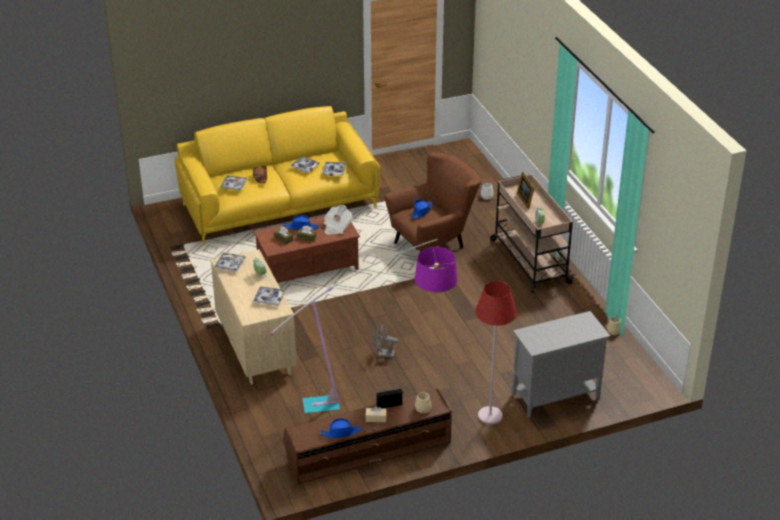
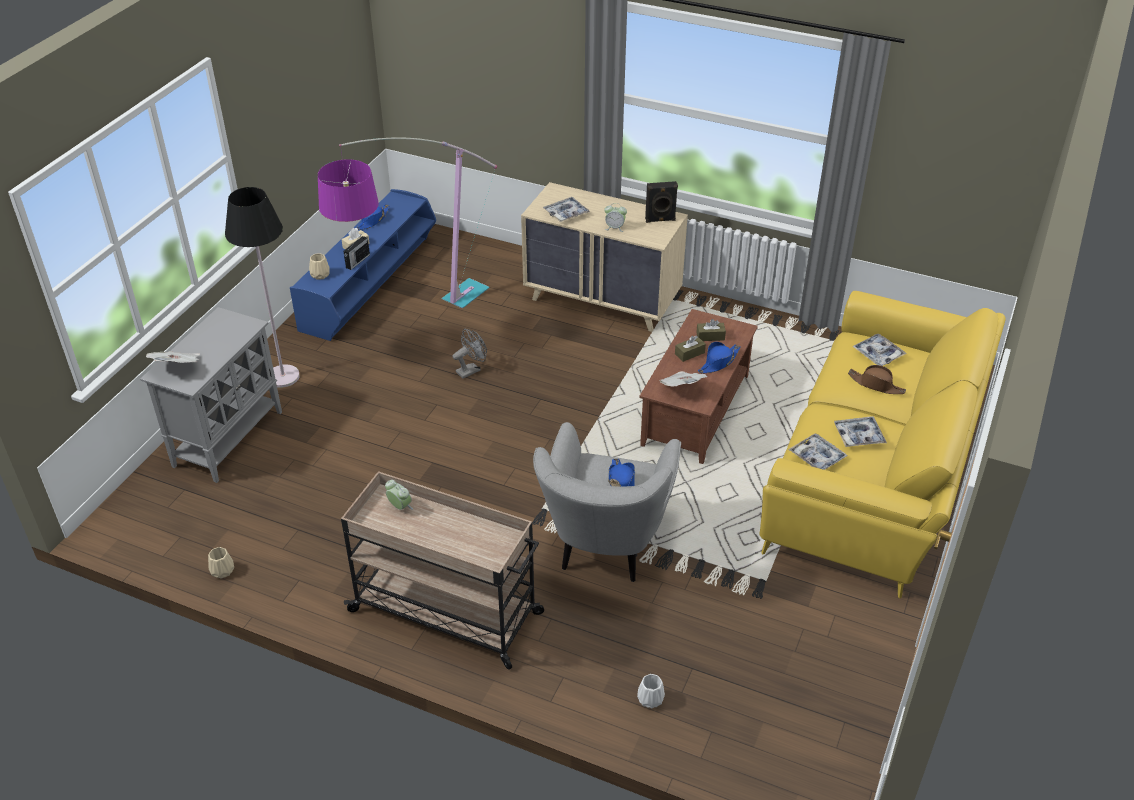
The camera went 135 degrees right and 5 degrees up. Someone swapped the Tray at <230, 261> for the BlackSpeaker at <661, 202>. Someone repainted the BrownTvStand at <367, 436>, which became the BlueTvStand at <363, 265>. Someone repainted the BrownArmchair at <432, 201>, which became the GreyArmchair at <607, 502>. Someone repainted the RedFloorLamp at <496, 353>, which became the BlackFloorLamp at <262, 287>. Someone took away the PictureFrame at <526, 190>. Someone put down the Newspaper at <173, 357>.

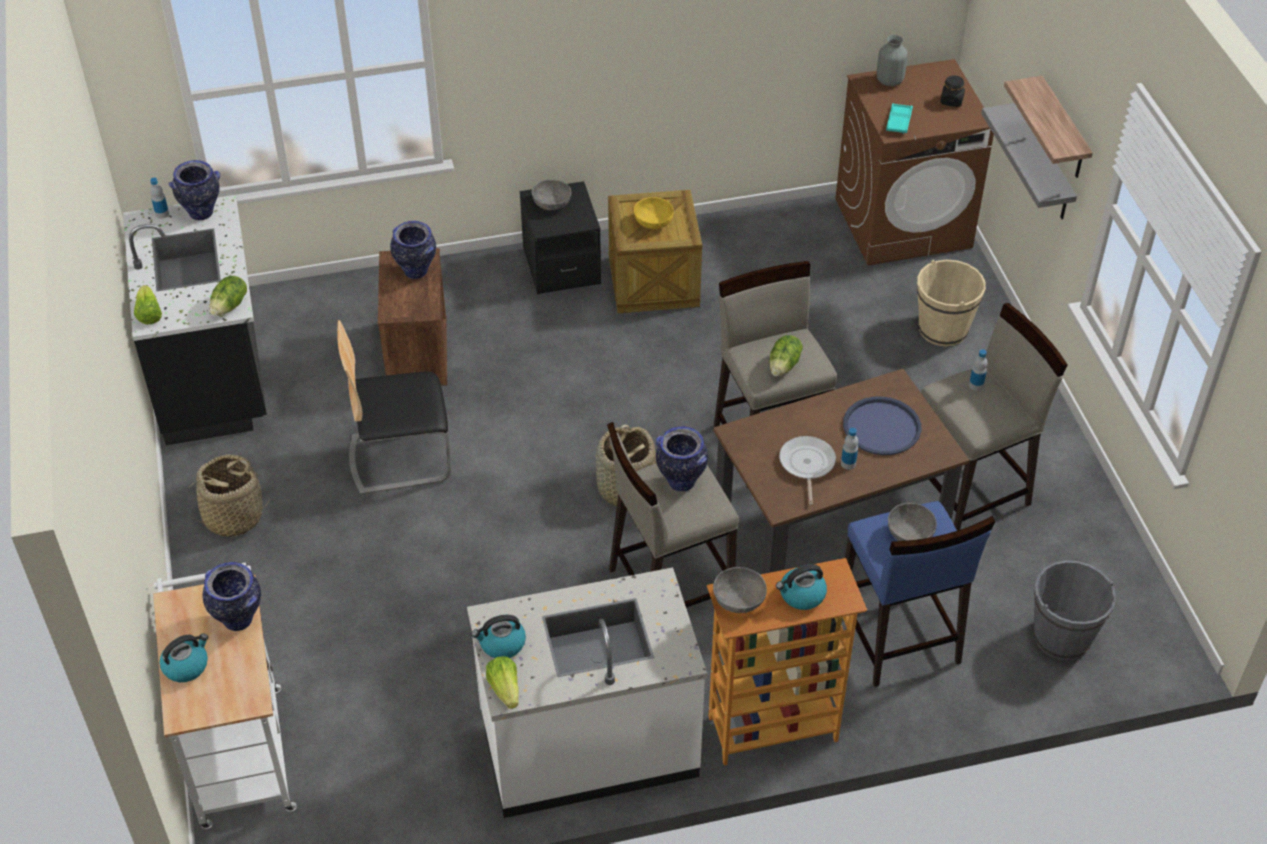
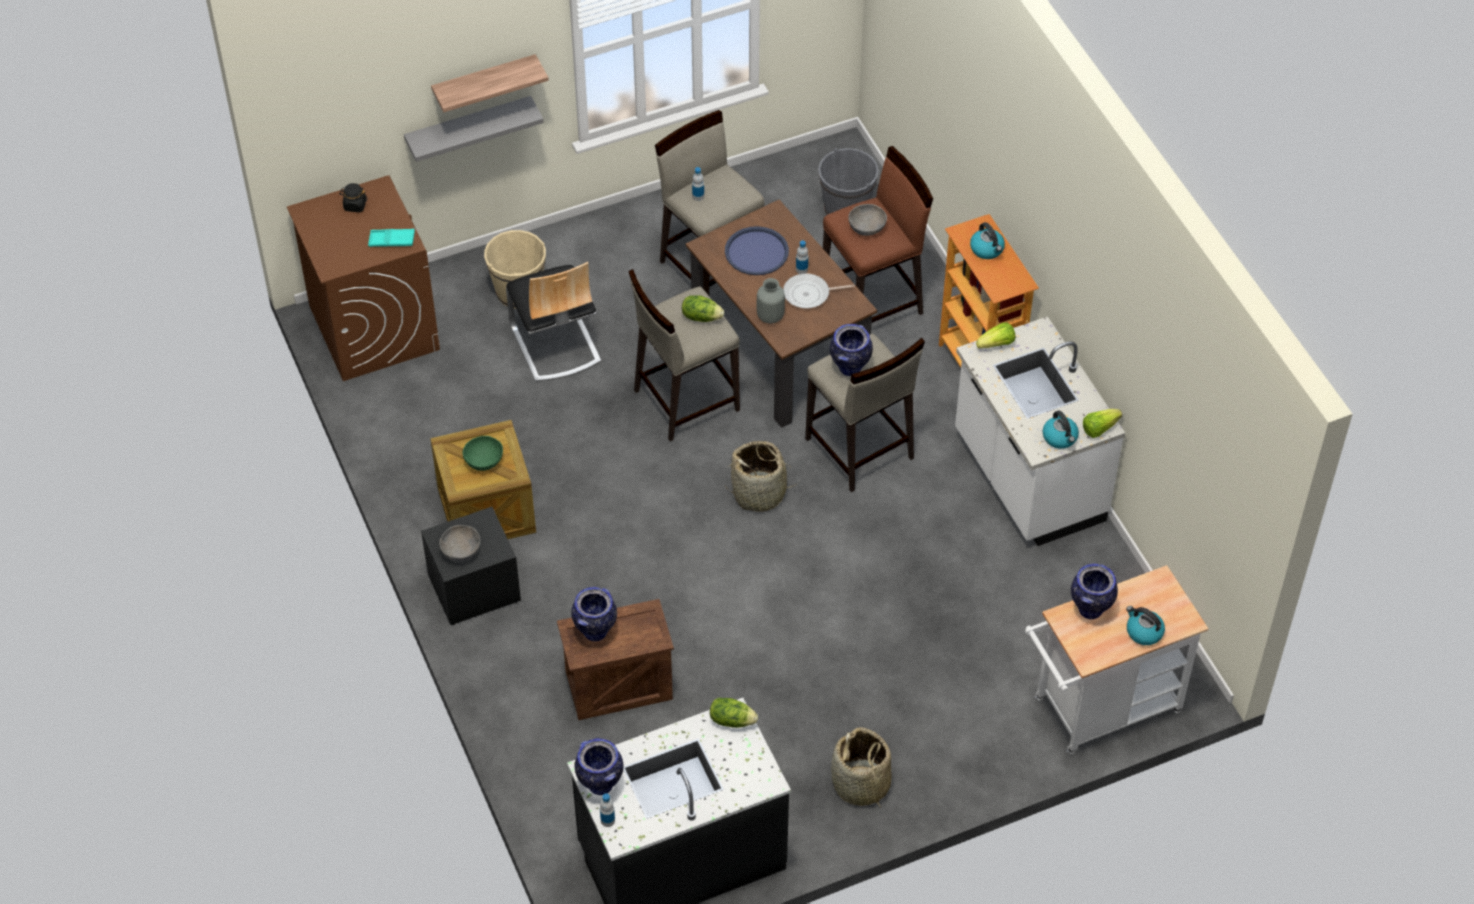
The camera went 100 degrees left and 5 degrees up. Someone carried the Lettuce from <148, 305> to <995, 335>. Someone carried the Chair from <394, 407> to <553, 322>. Someone repainted the YellowBowl at <654, 213>, which became the GreenBowl at <483, 453>. Someone took away the GreyBowl at <740, 590>. Someone repainted the BlueStool at <920, 594>, which became the BrownStool at <878, 235>. Someone carried the GreyVase from <892, 60> to <771, 301>.

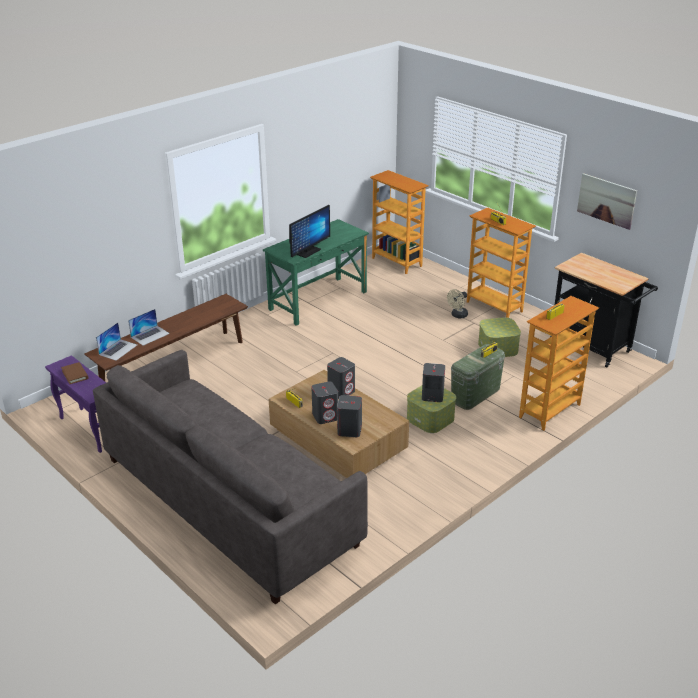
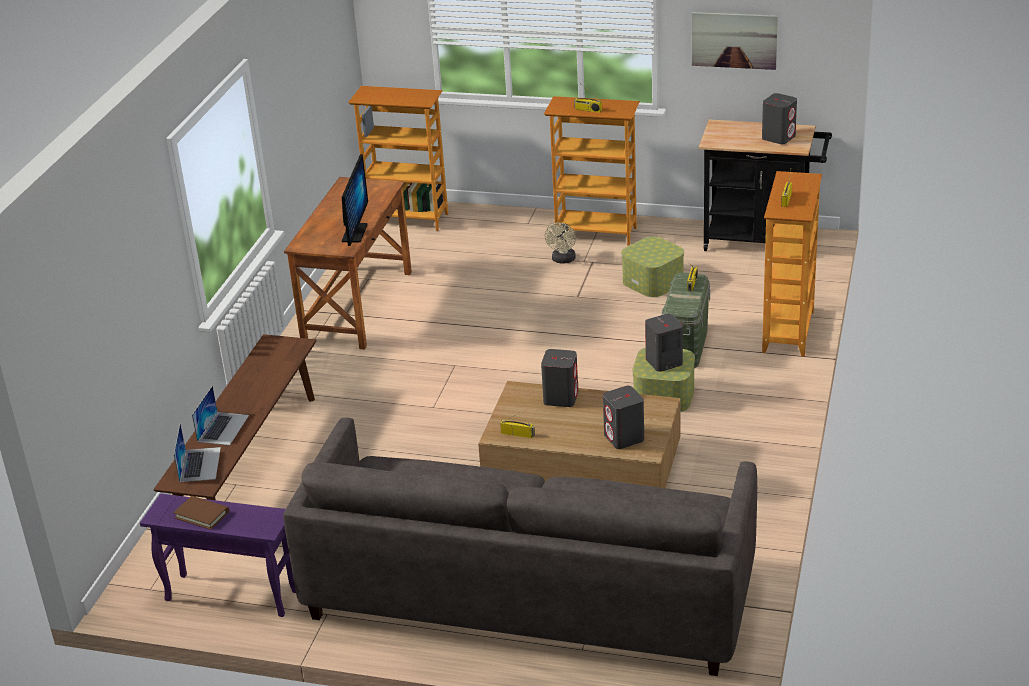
The camera went 30 degrees left and 0 degrees up. Someone repainted the GreenDesk at <316, 272>, which became the BrownDesk at <348, 263>. Someone carried the GreySpeaker from <324, 402> to <779, 118>.

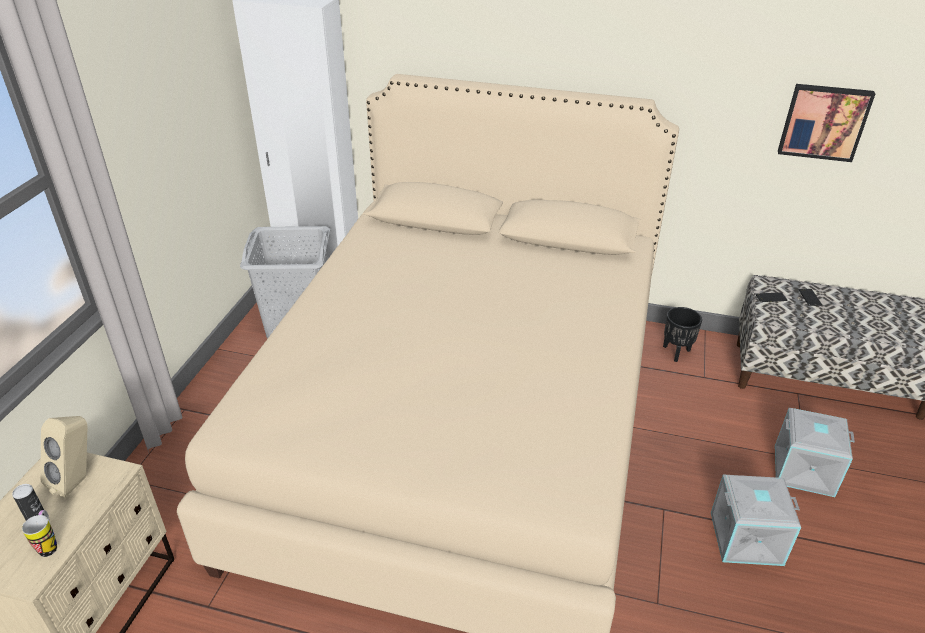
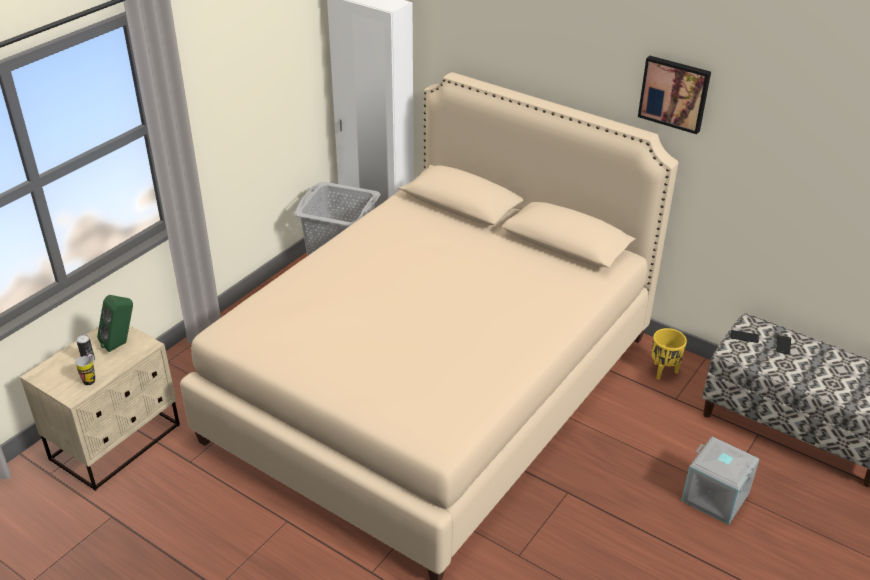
The camera went 20 degrees right and 0 degrees up. Someone repainted the BeigeSpeaker at <64, 457>, which became the GreenSpeaker at <115, 323>. Someone repainted the BlackPlanter at <682, 334>, which became the YellowPlanter at <669, 354>. Someone took away the GreyStorageBox at <756, 520>. Someone carried the Picture from <826, 123> to <674, 95>.

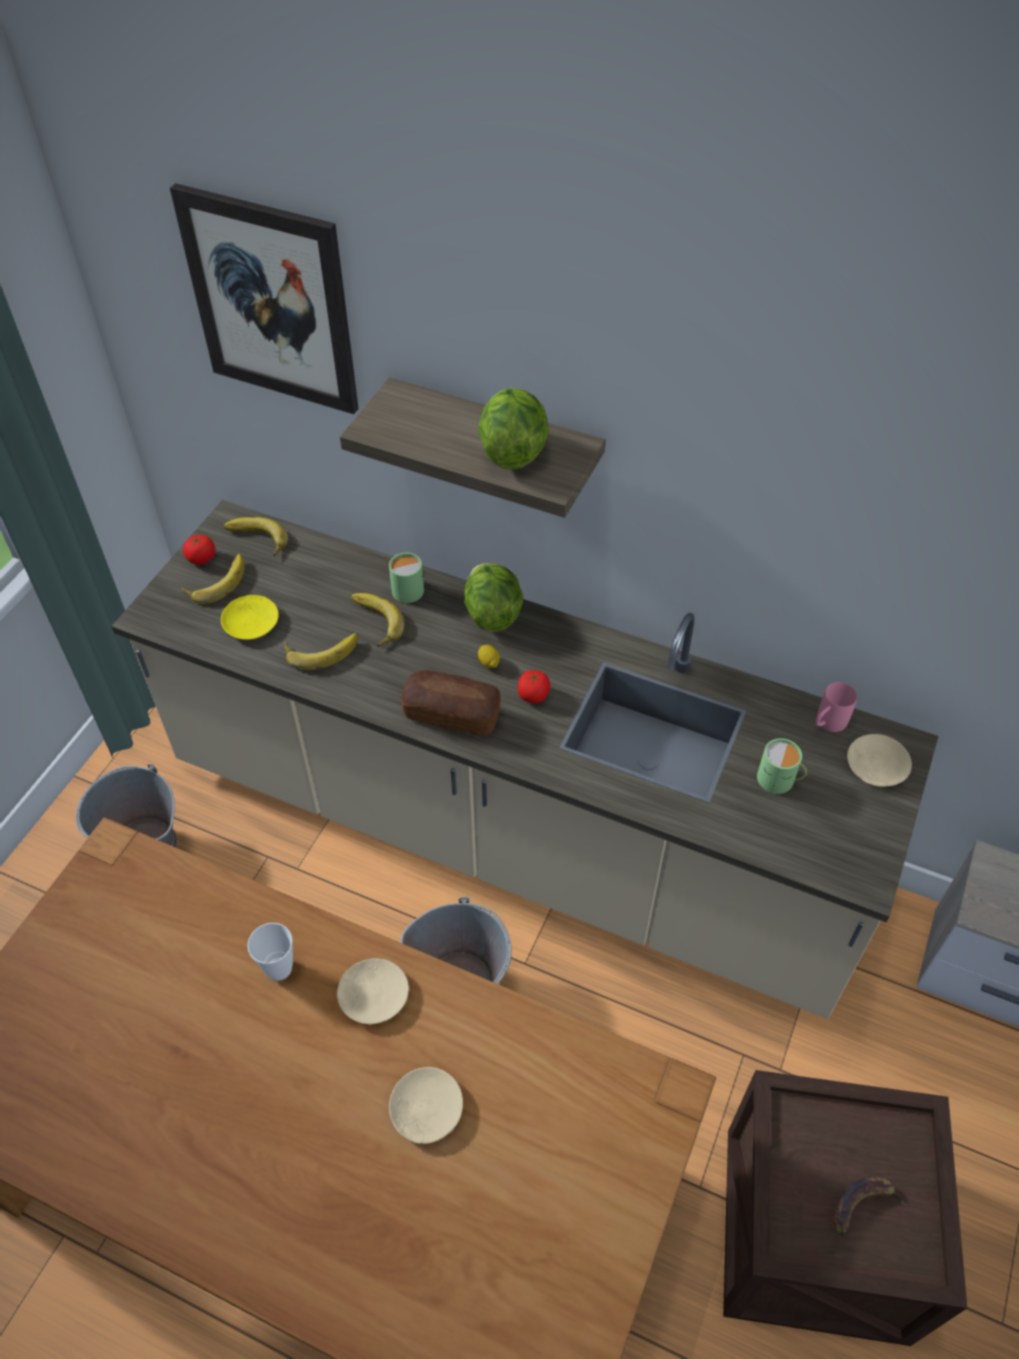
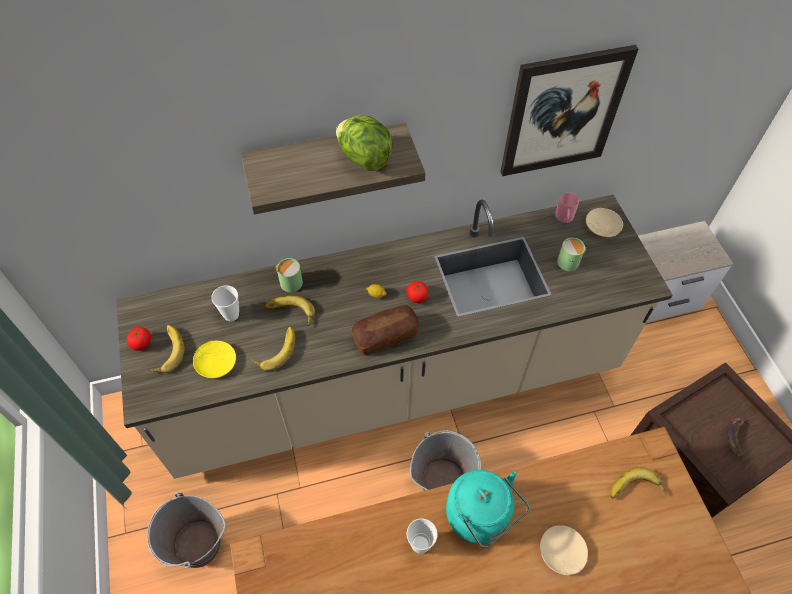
The camera went 40 degrees left and 5 degrees up. Someone carried the Picture from <264, 298> to <569, 110>. Someone carried the Banana from <256, 536> to <638, 483>. Someone swapped the BeigePlate at <373, 991> for the TurquoiseKettle at <488, 509>. Someone took away the Lettuce at <493, 597>. Someone put down the Cup at <225, 303>.

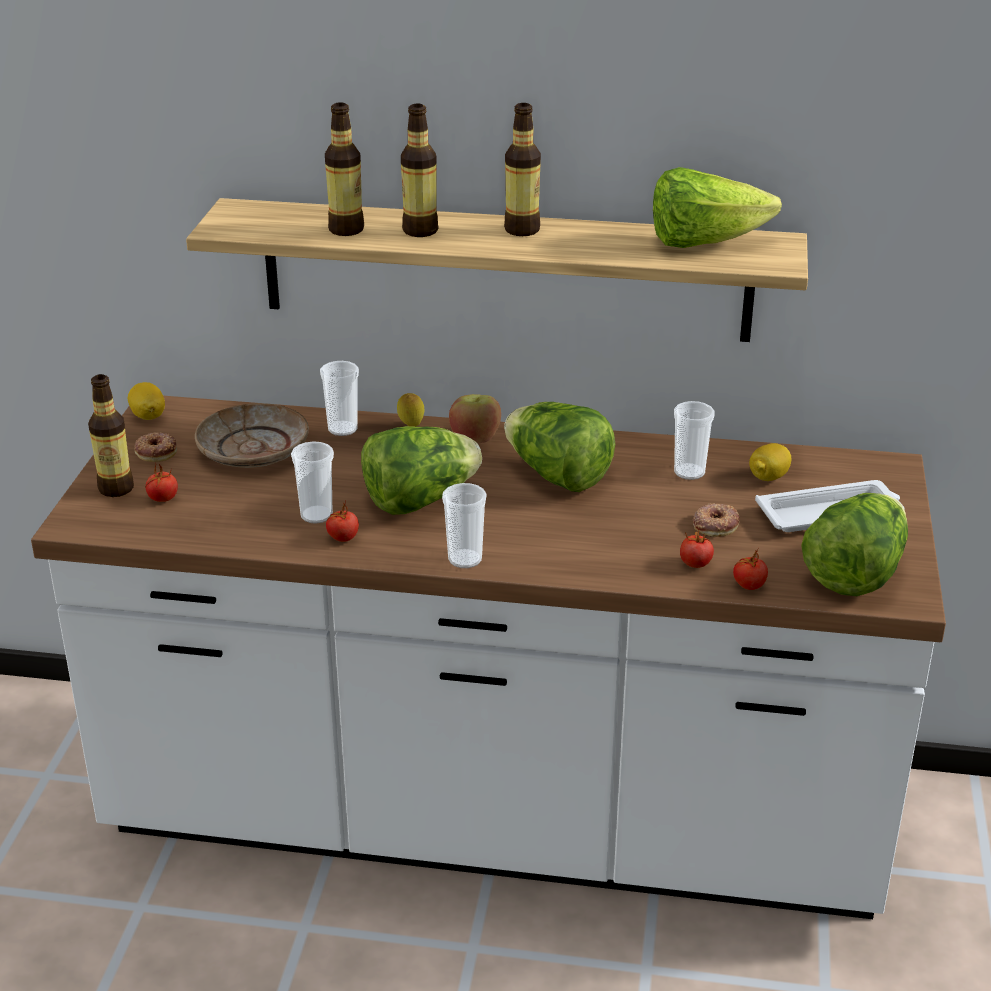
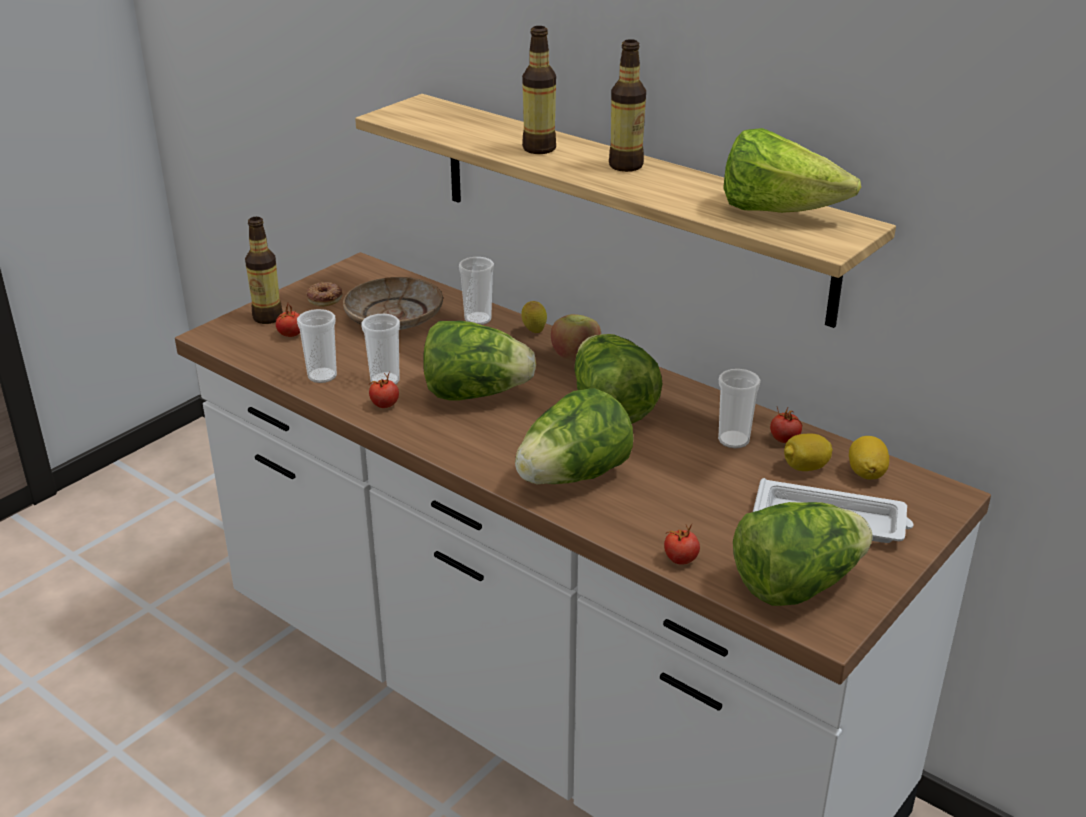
The camera went 30 degrees right and 0 degrees up. Someone carried the Lemon from <146, 401> to <869, 458>. Someone took away the Bottle at <344, 169>. Someone carried the Cup from <464, 525> to <317, 346>. Someone carried the Tomato from <697, 549> to <786, 425>. Someone took away the Donut at <716, 520>. Someone put down the Lettuce at <574, 436>.

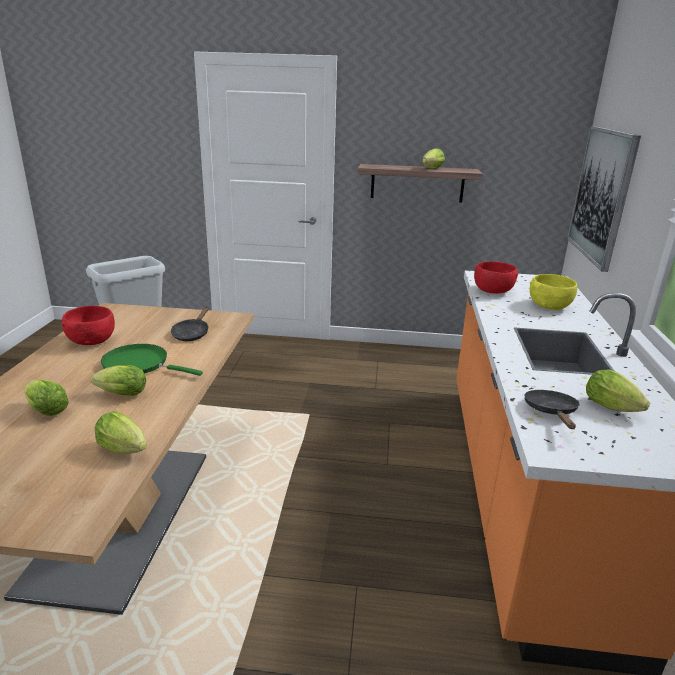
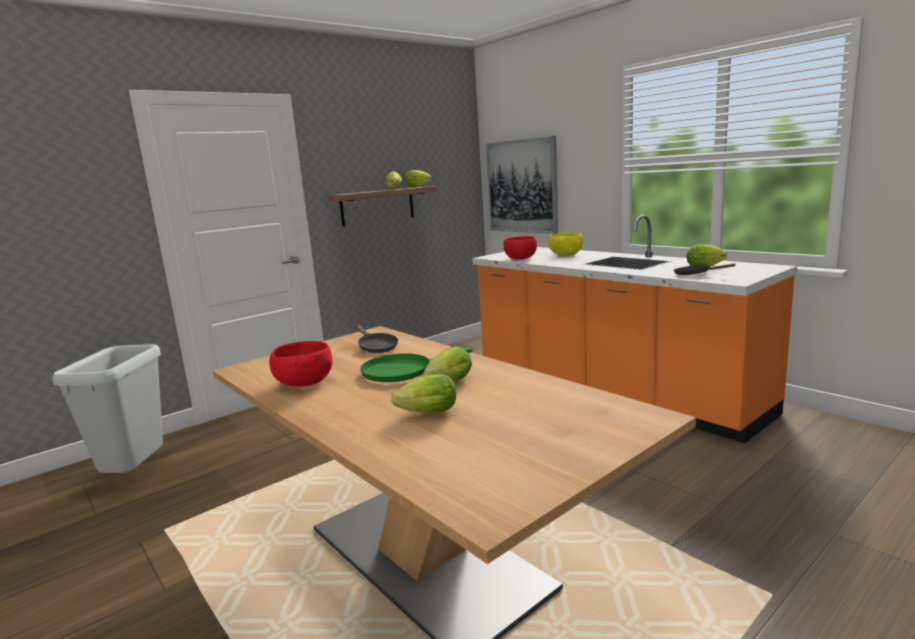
The camera went 45 degrees left and 10 degrees down. Someone carried the Lettuce from <121, 432> to <417, 179>.

